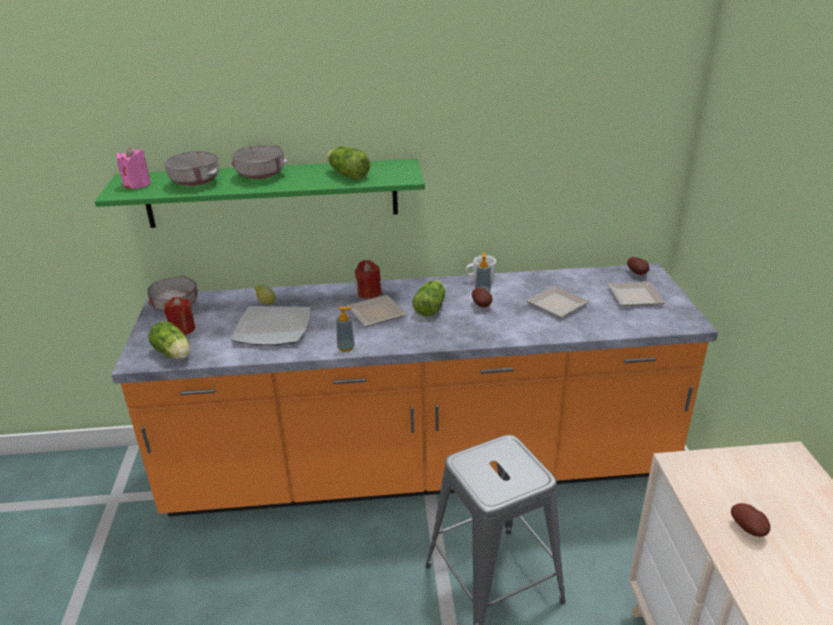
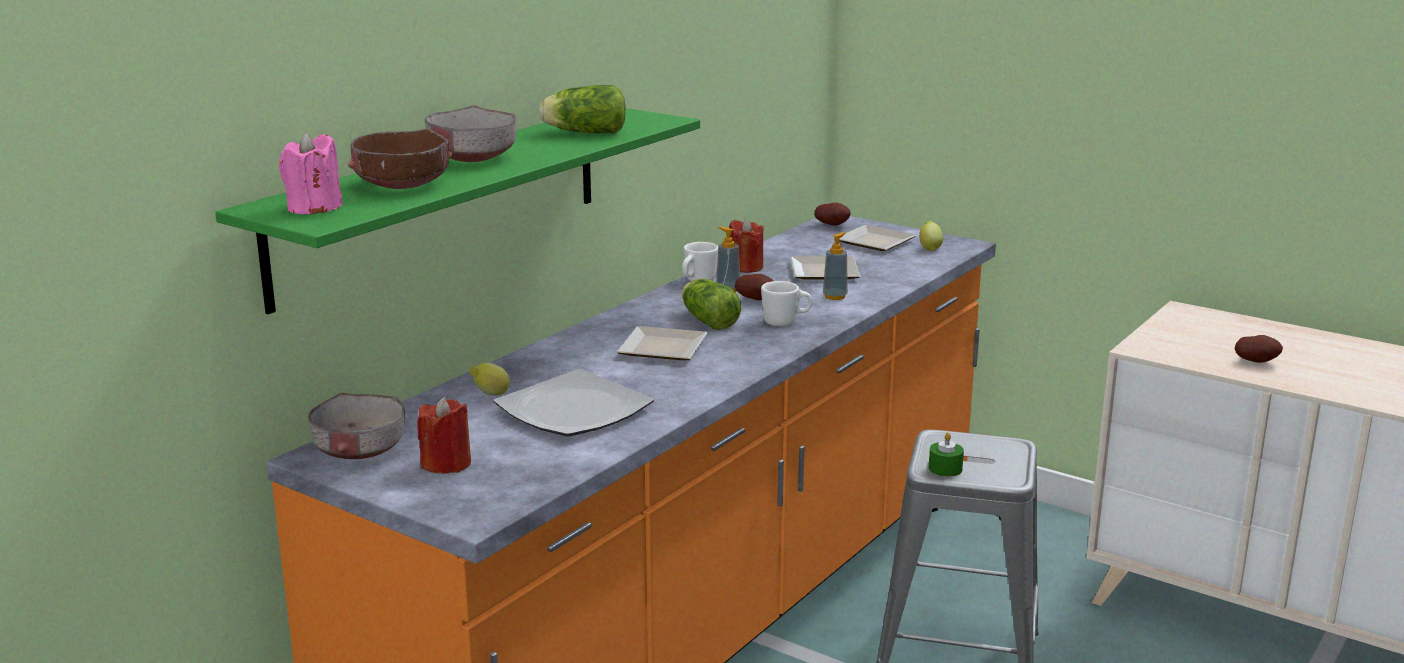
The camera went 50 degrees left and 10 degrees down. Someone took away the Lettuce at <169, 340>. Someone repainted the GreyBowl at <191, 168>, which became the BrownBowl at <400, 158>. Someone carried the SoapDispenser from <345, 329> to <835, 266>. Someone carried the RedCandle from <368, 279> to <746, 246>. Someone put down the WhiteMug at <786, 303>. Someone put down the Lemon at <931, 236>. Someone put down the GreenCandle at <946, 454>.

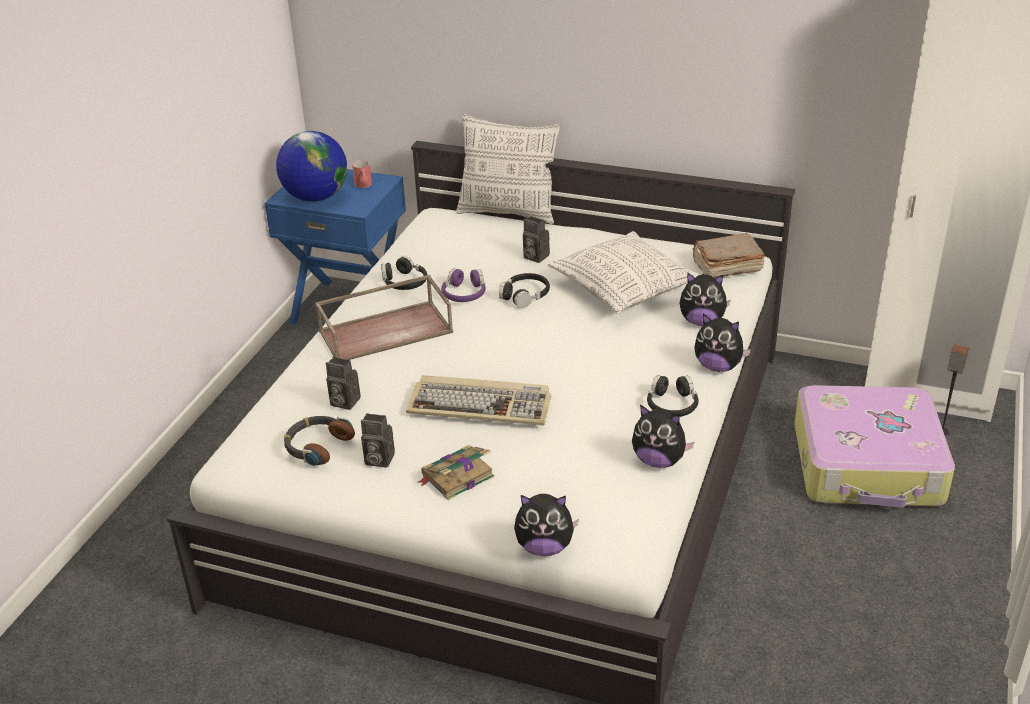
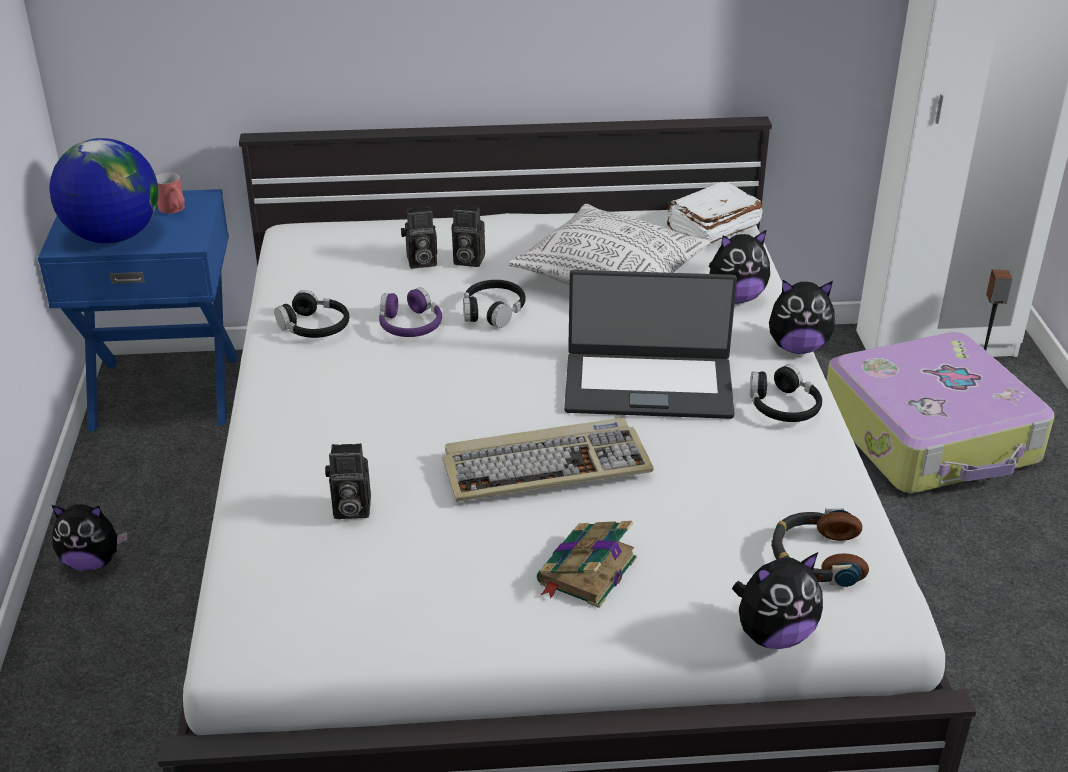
The camera went 25 degrees left and 0 degrees up. Someone carried the Headphones from <319, 441> to <820, 547>. Someone took away the BrownTray at <384, 317>. Someone carried the PhotoCamera from <378, 440> to <419, 237>. Someone took away the Pillow at <508, 169>. Someone carried the PlushToy from <663, 436> to <89, 537>. Someone repainted the BrownBook at <728, 255>, which became the WhiteBook at <714, 213>. Someone put down the Laptop at <650, 344>.

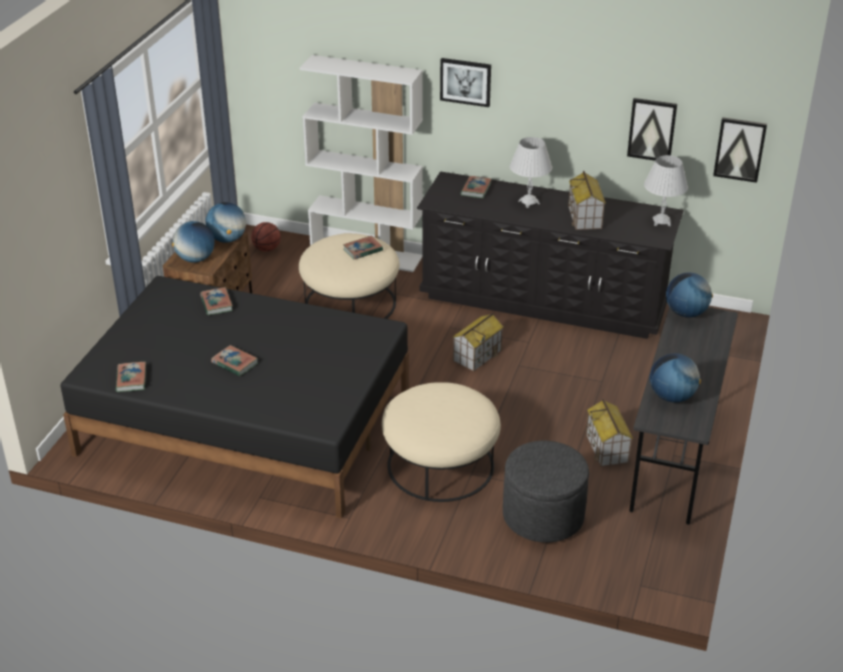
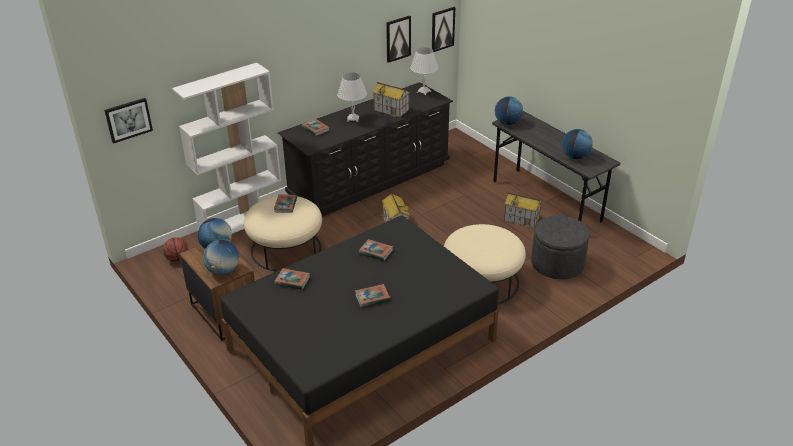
The camera went 55 degrees left and 0 degrees up. Someone carried the Book from <131, 377> to <376, 250>. Someone carried the Picture from <465, 82> to <128, 121>.

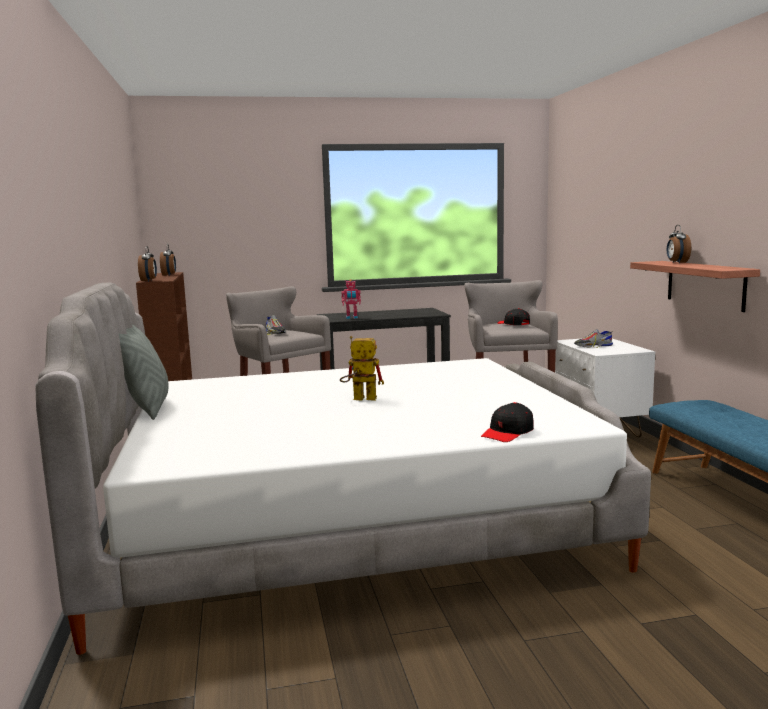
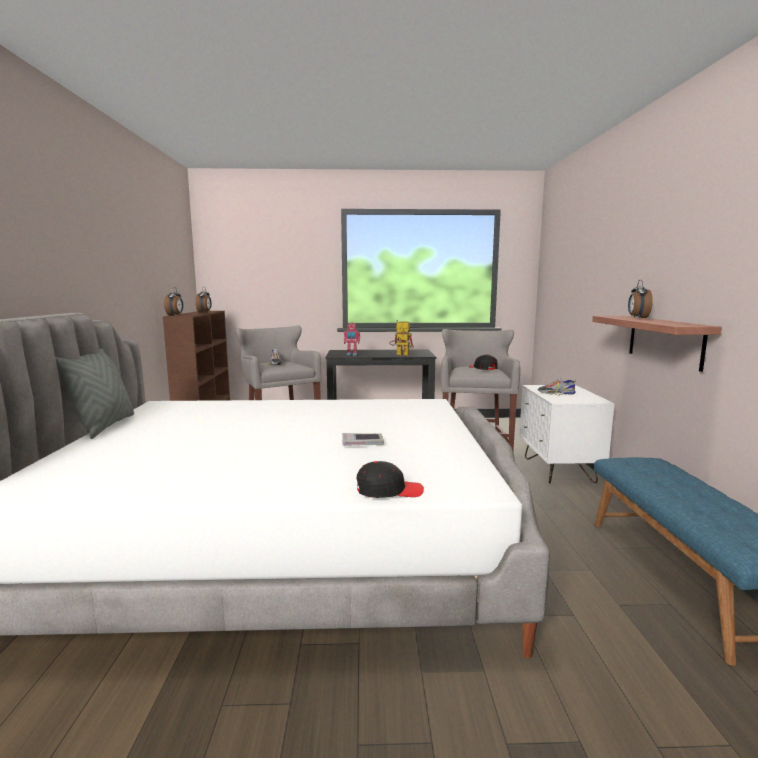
The camera went 10 degrees right and 0 degrees up. Someone carried the ToyRobot from <362, 368> to <401, 338>. Someone rotated the BlackCap at <507, 422> by 150 degrees counterclockwise. Someone put down the Book at <363, 439>.

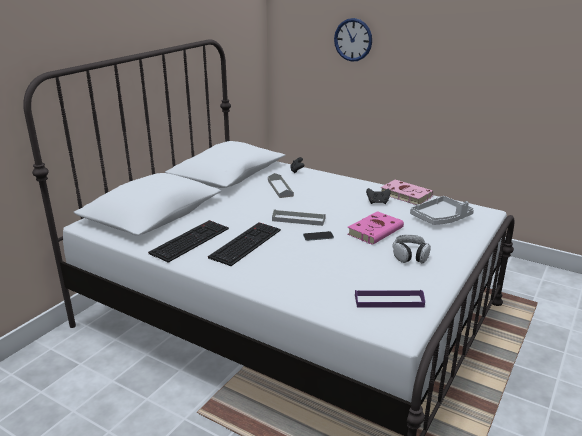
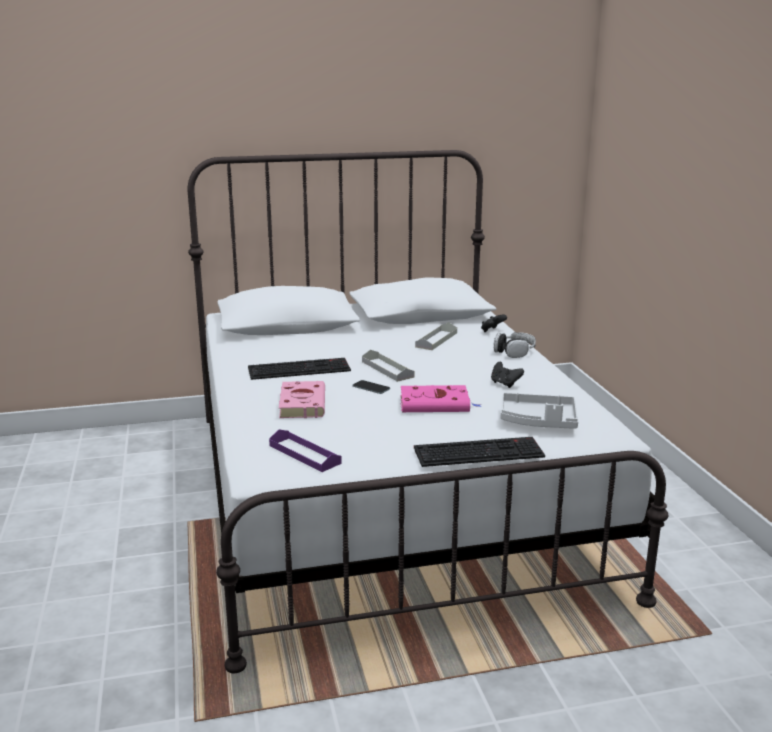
The camera went 45 degrees right and 5 degrees down. Someone carried the Keyboard from <188, 241> to <479, 452>. Someone took away the WallClock at <353, 40>. Someone carried the PinkBook from <407, 192> to <302, 399>. Someone carried the Headphones from <411, 249> to <515, 345>.

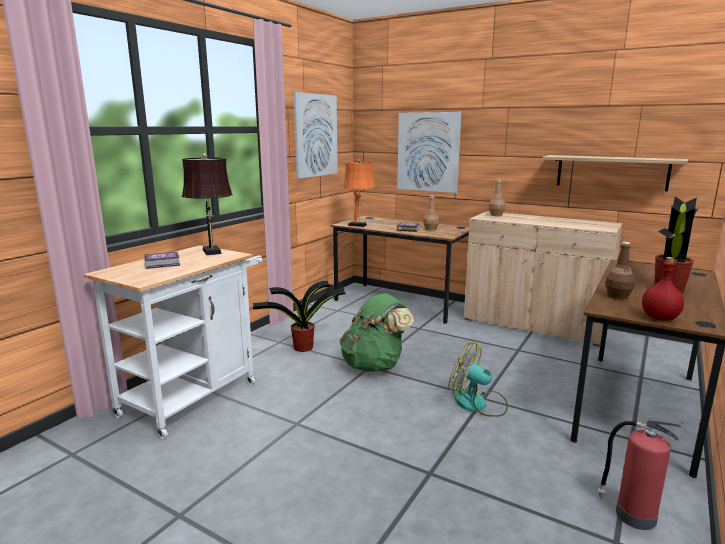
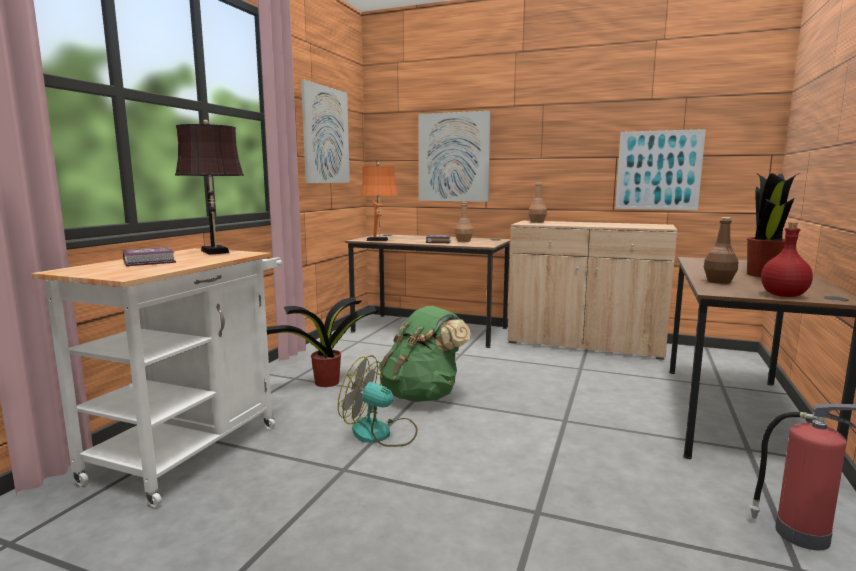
The camera went 10 degrees left and 5 degrees down. Someone carried the Fan from <478, 379> to <378, 401>. Someone swapped the Shelf at <615, 173> for the Picture at <660, 169>.

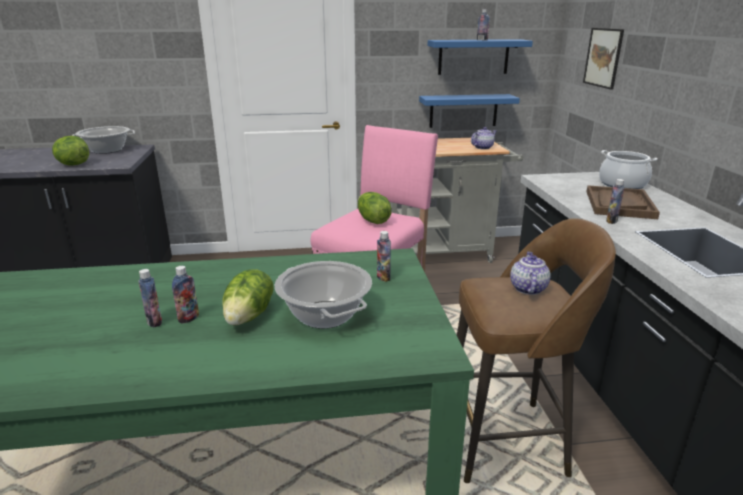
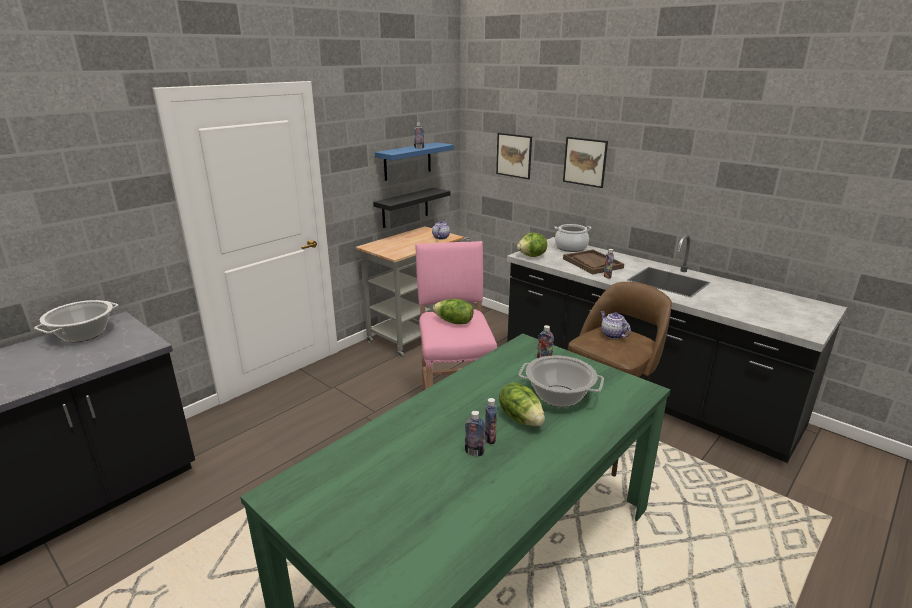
The camera went 40 degrees left and 0 degrees up. Someone carried the Lettuce from <70, 151> to <532, 245>. Someone repainted the BlueShelf at <469, 111>, which became the BlackShelf at <411, 208>. Someone put up the Picture at <585, 162>.

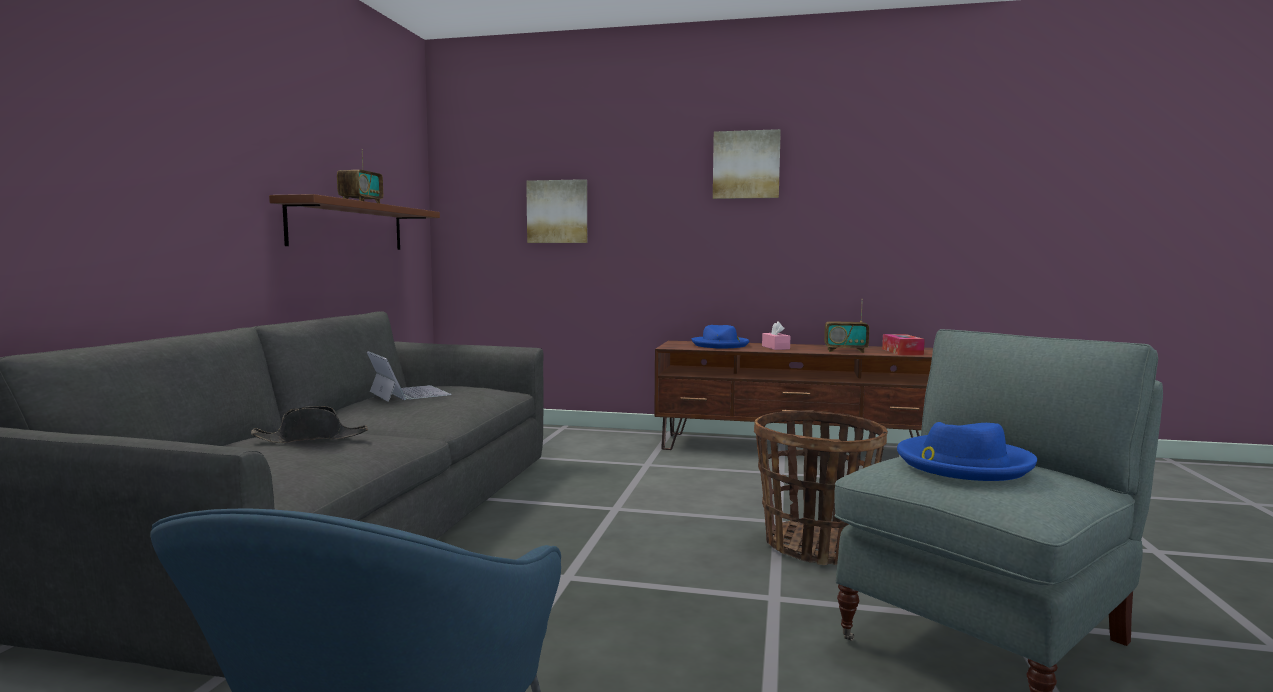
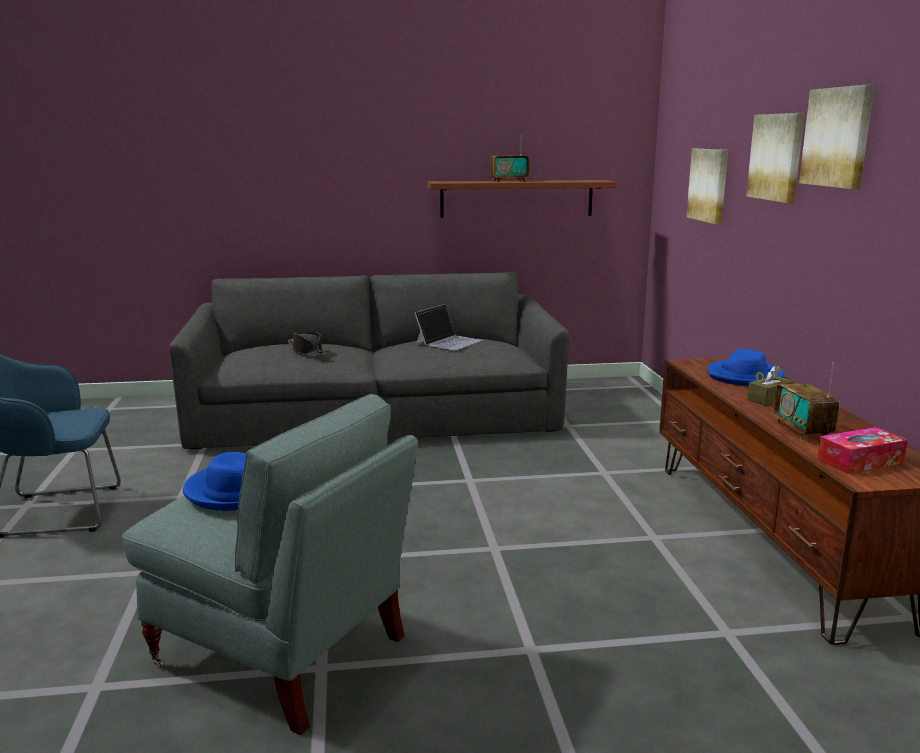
The camera went 70 degrees right and 10 degrees up. Someone took away the Basket at <821, 487>. Someone repainted the PinkTissueBox at <776, 335>, which became the BrownTissueBox at <770, 385>. Someone put up the Picture at <775, 158>.

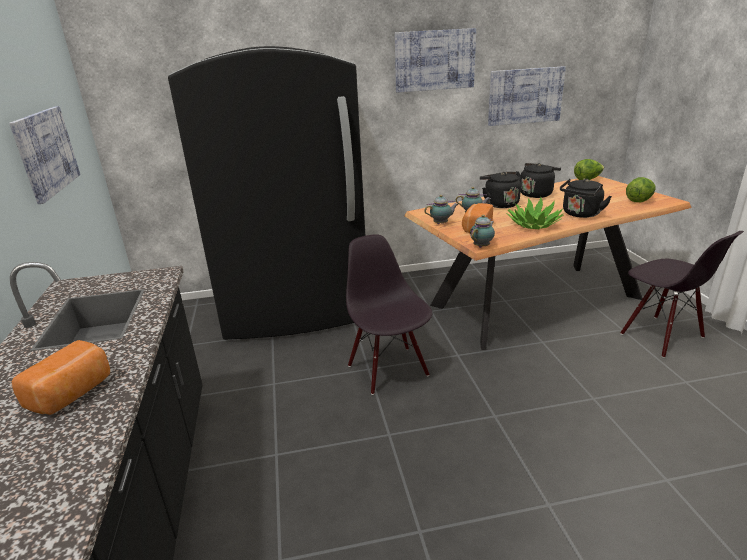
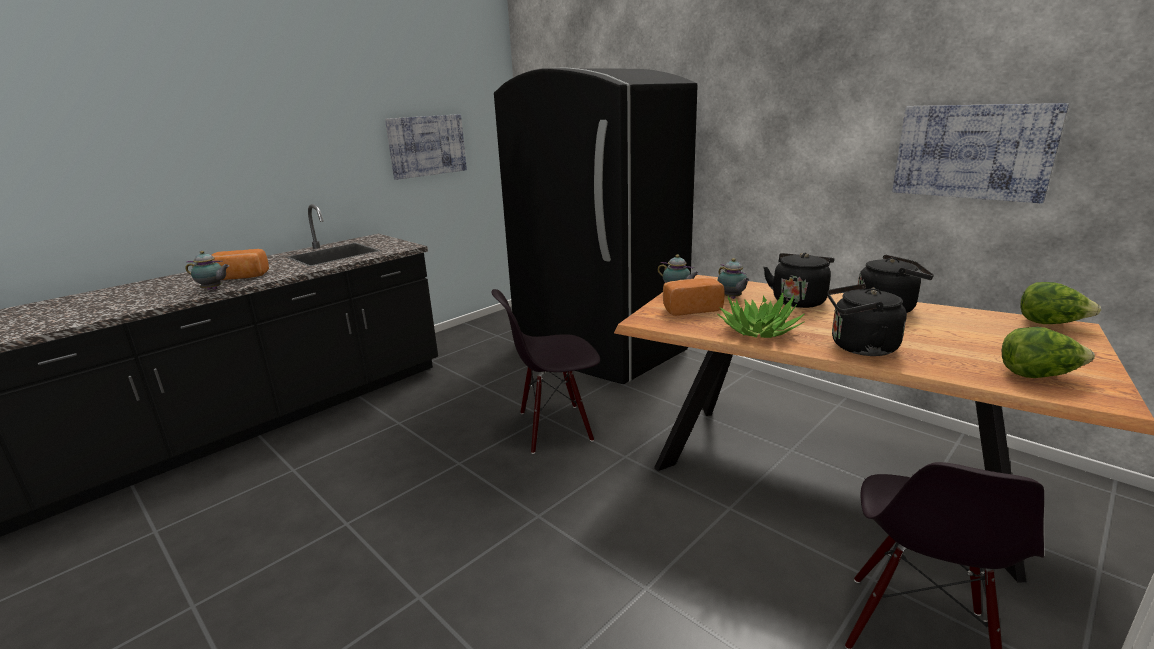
The camera went 55 degrees right and 5 degrees down. Someone rotated the BlackChair at <389, 314> by 135 degrees counterclockwise. Someone took away the Picture at <435, 60>. Someone carried the Teapot from <482, 231> to <207, 270>.

